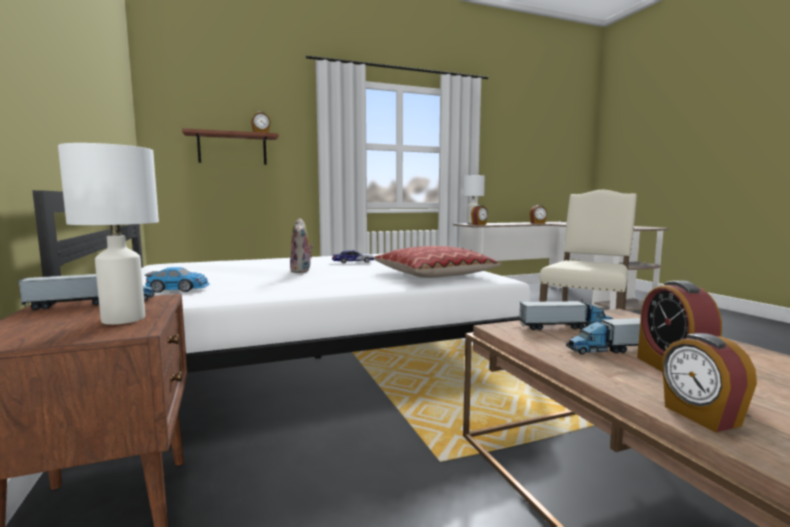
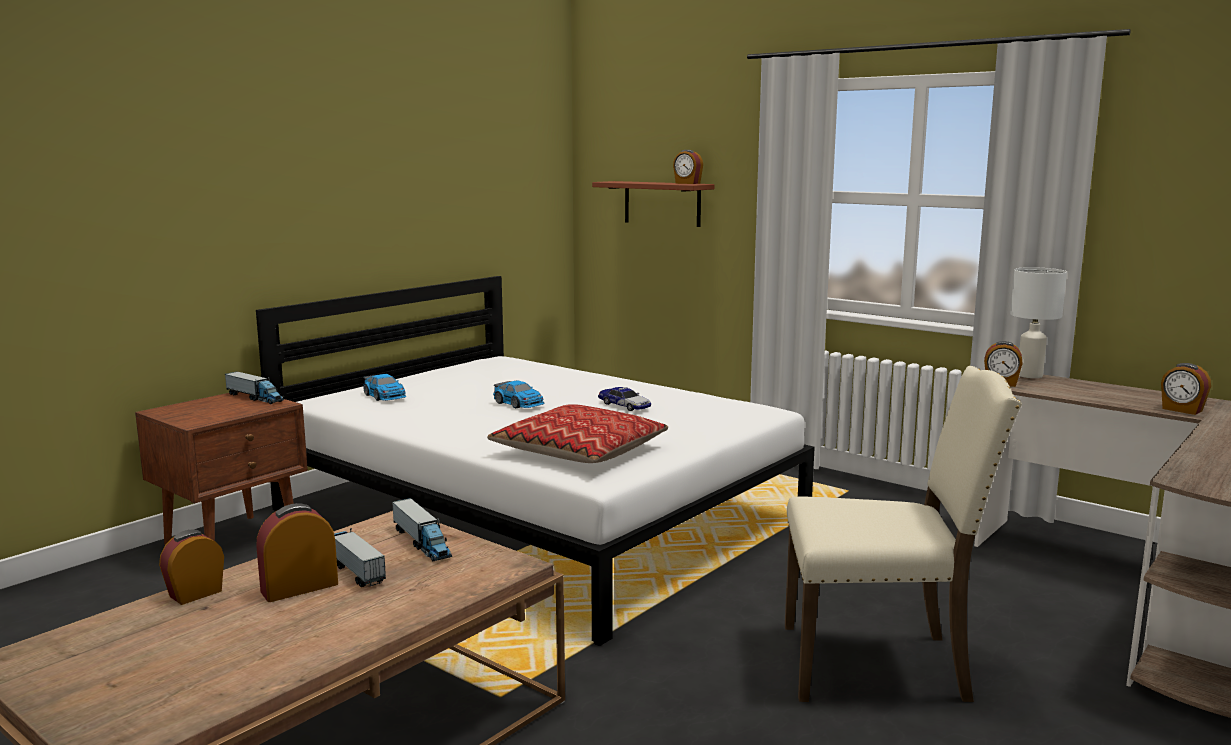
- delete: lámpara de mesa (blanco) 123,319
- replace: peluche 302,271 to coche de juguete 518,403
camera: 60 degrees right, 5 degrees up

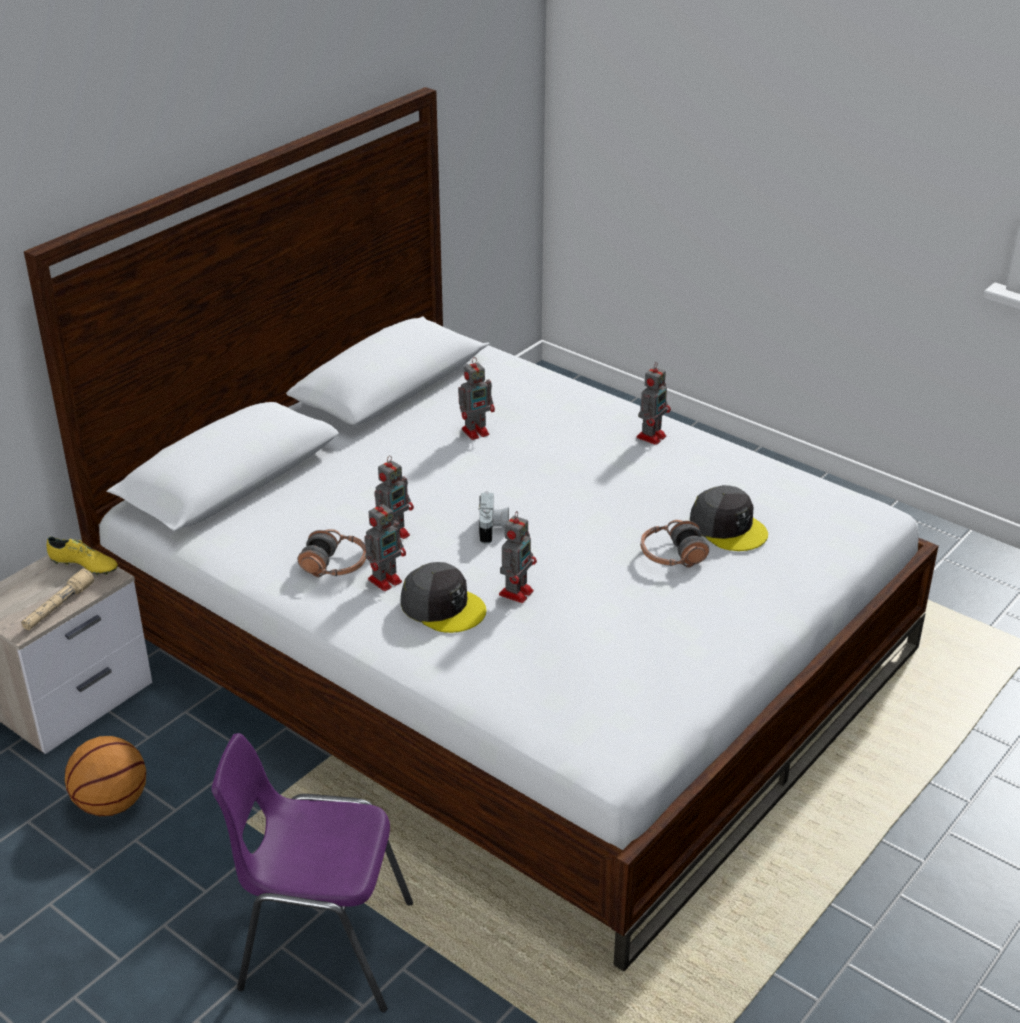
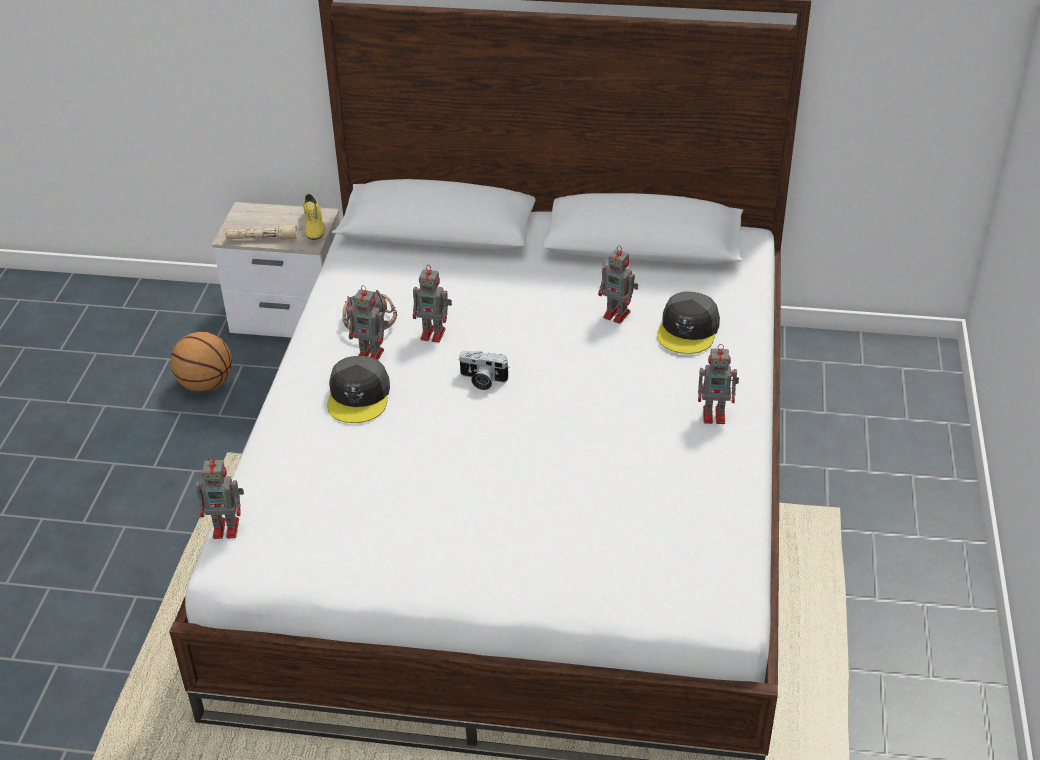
- delete: silla (morado) 322,946
- delete: auriculares 672,556
- move: robot de juguete 517,592 to 227,528
- move: gorra (gris) 728,527 to 688,330
- rotate: cámara 493,529 = 482,380 45 degrees clockwise
camera: 60 degrees right, 5 degrees up

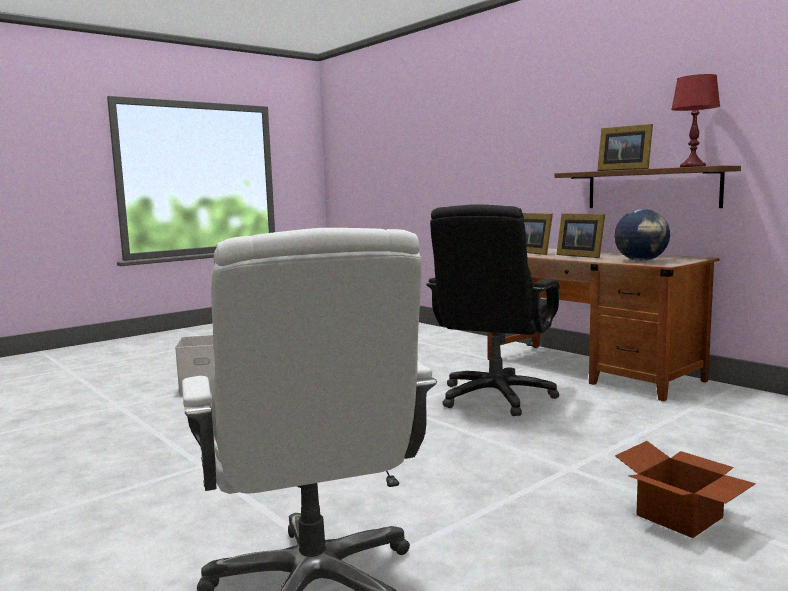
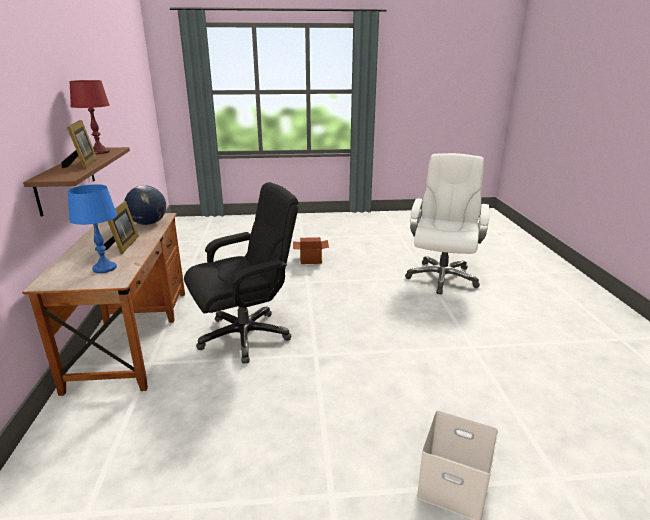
- replace: portarretratos 533,252 to lámpara de mesa (azul) 104,268
camera: 145 degrees left, 15 degrees up

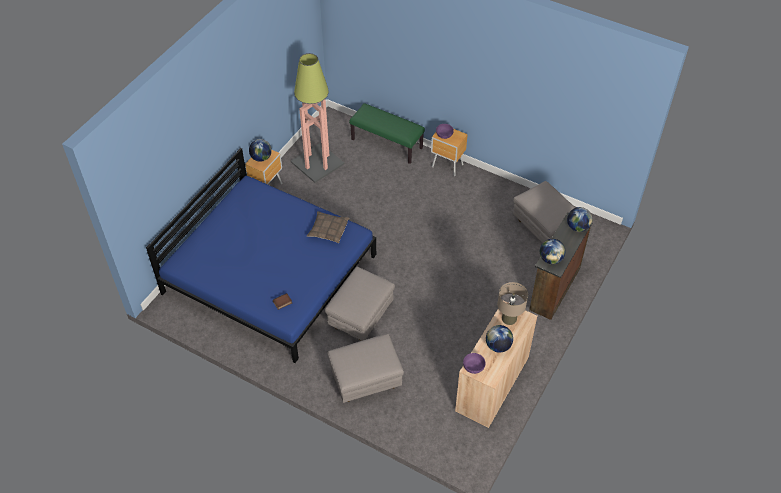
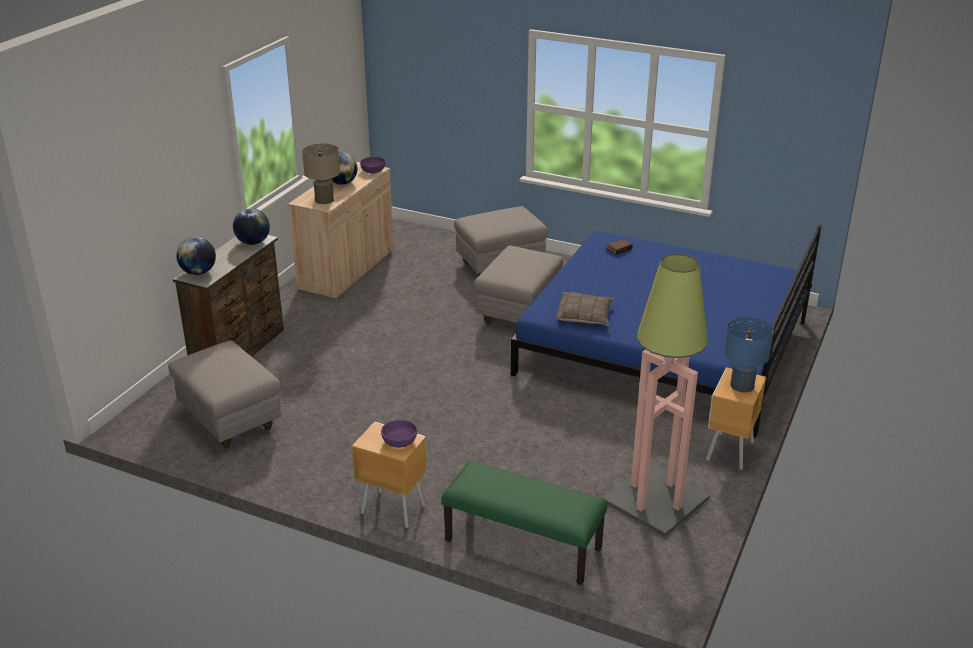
- replace: globo terráqueo 261,158 to lámpara de mesa (azul) 742,385
camera: 175 degrees right, 20 degrees down

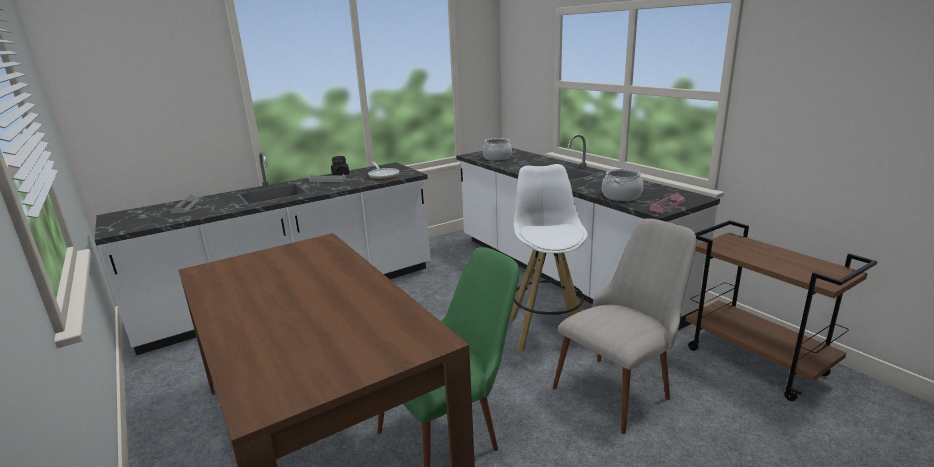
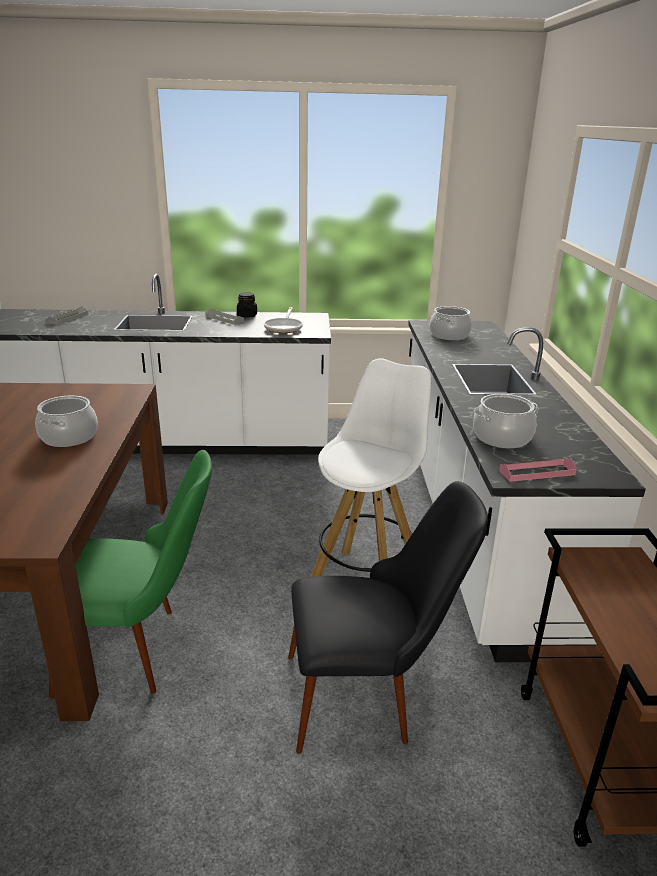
- insert: olla 69,437
- recolor: silla (beis) 621,385 to silla (negro) 370,694
camera: 30 degrees right, 5 degrees up

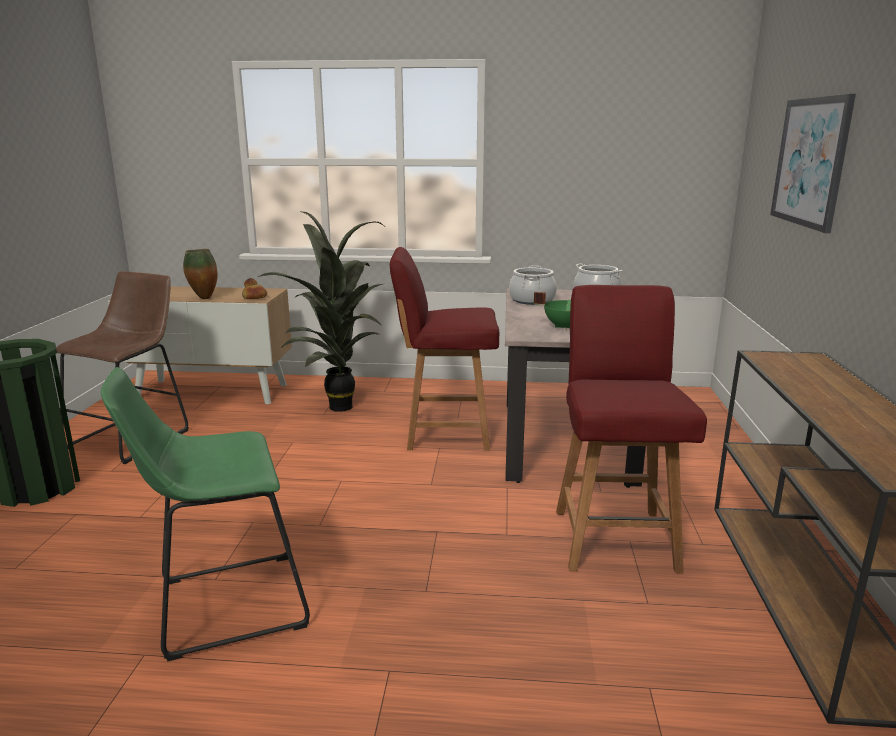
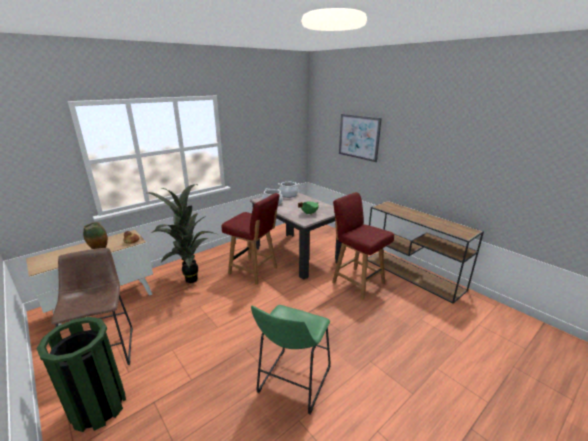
- rotate: silla (rojo) 445,433 = 254,271 105 degrees counterclockwise
camera: 45 degrees left, 5 degrees up

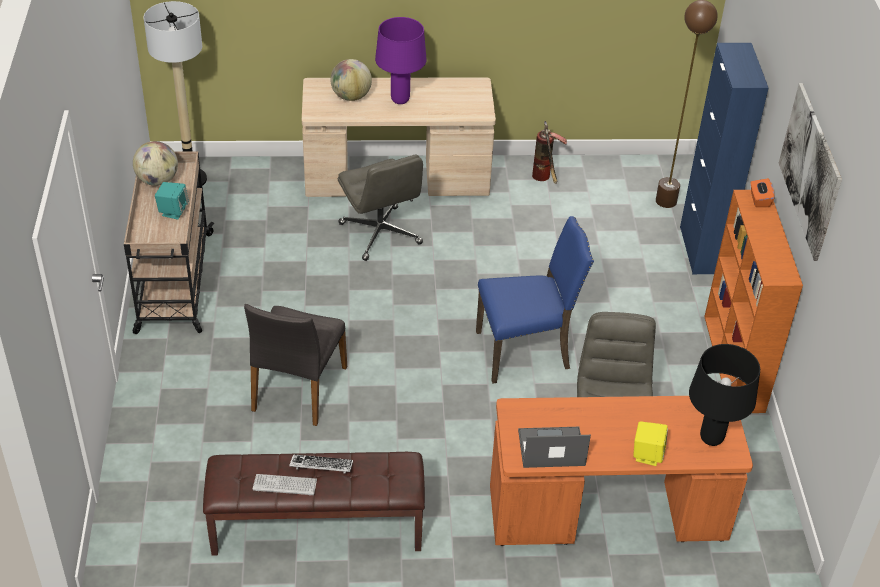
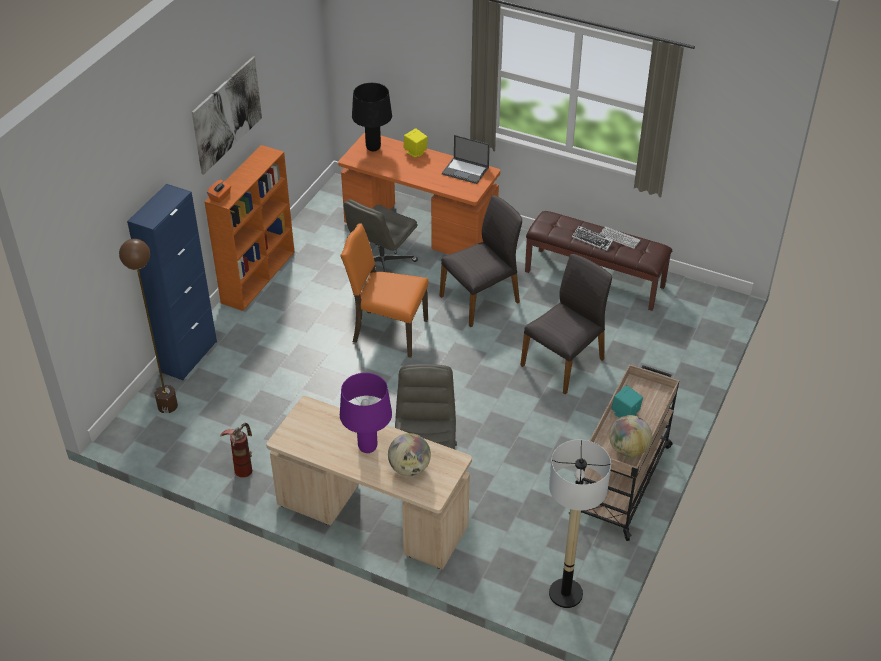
- insert: silla (gris) 481,299
- recolor: silla (azul) 525,351 to silla (naranja) 388,331
camera: 150 degrees left, 0 degrees up

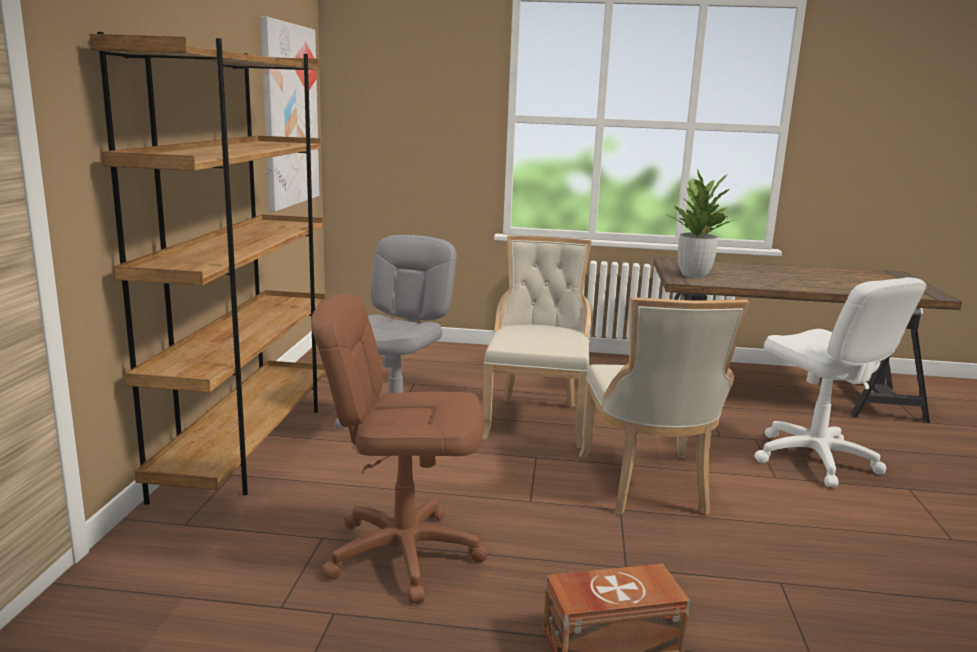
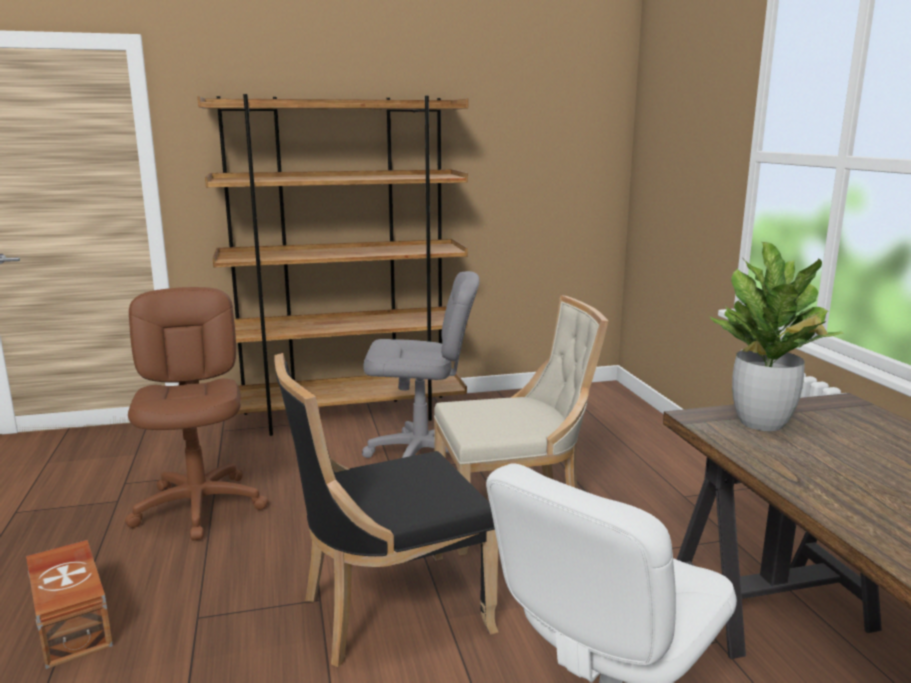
- delete: cuadro 289,116
- recolor: silla (beis) 647,486 to silla (negro) 387,612
camera: 70 degrees right, 0 degrees up

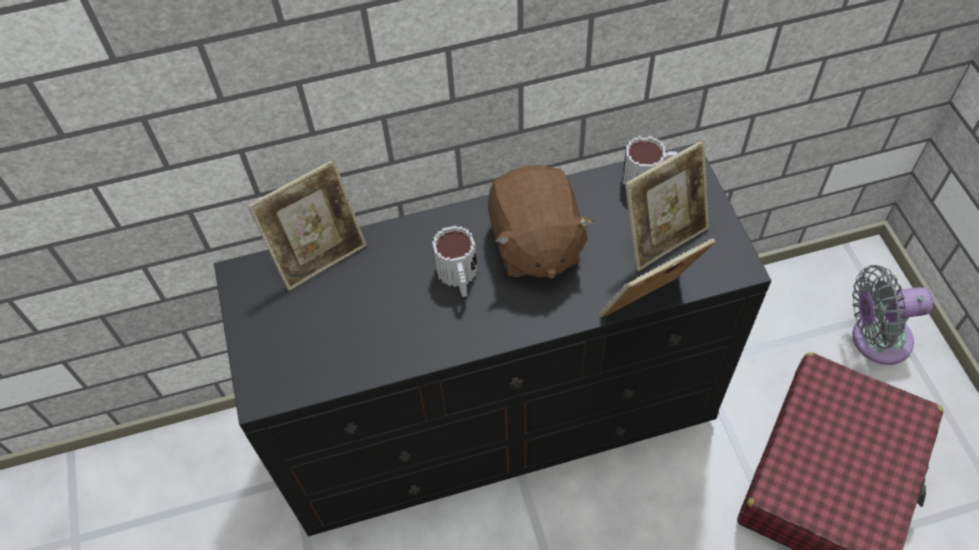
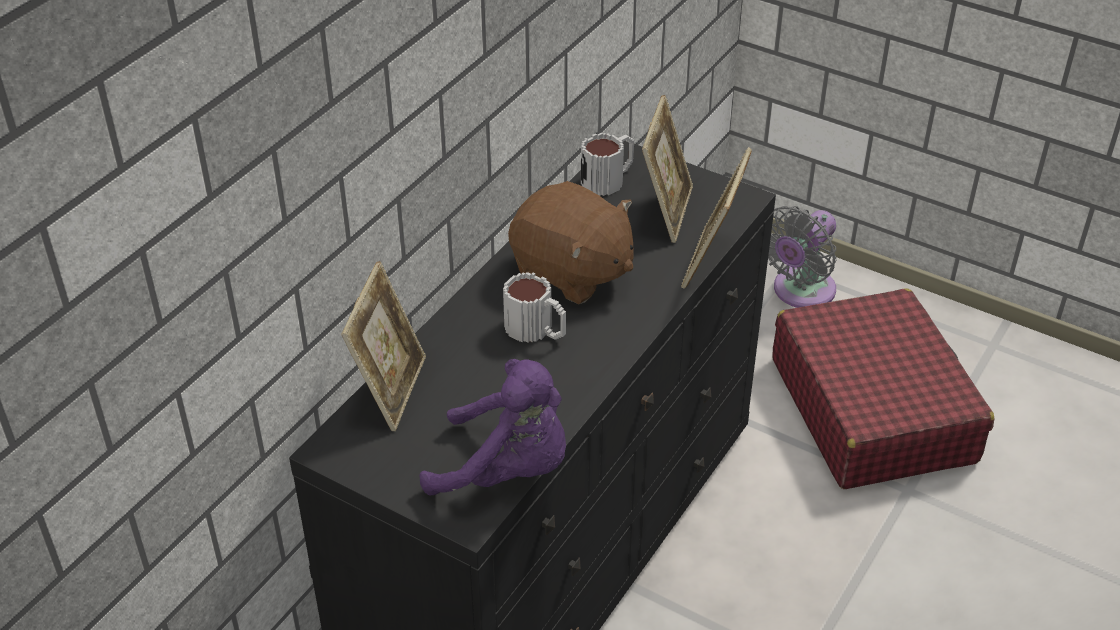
- insert: peluche (morado) 507,470
camera: 45 degrees left, 15 degrees down

